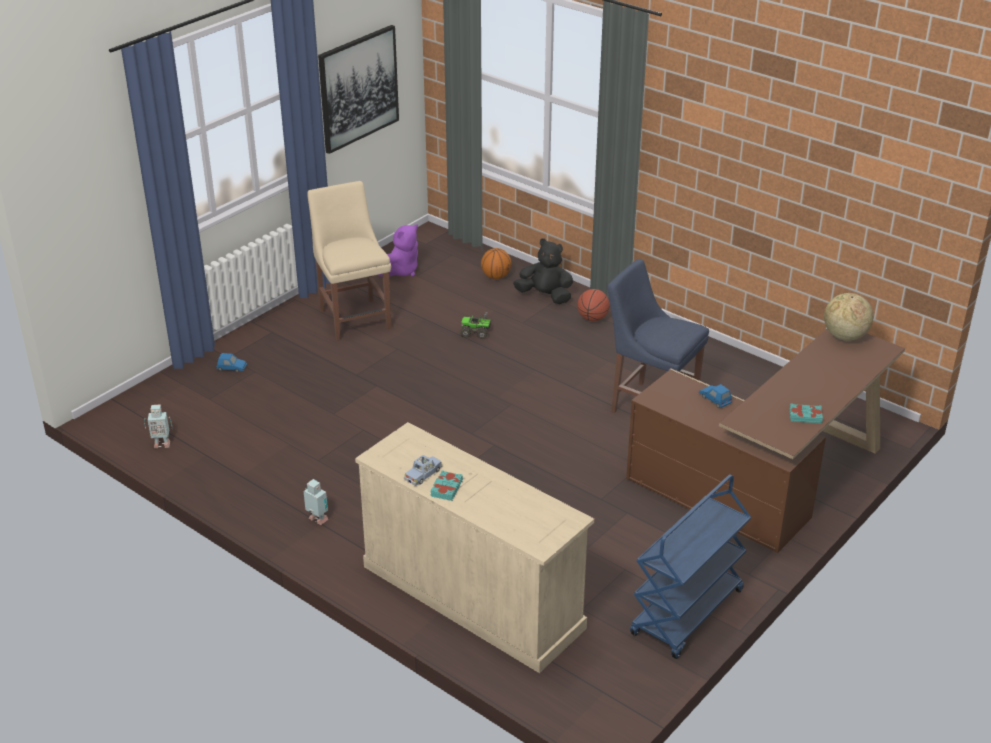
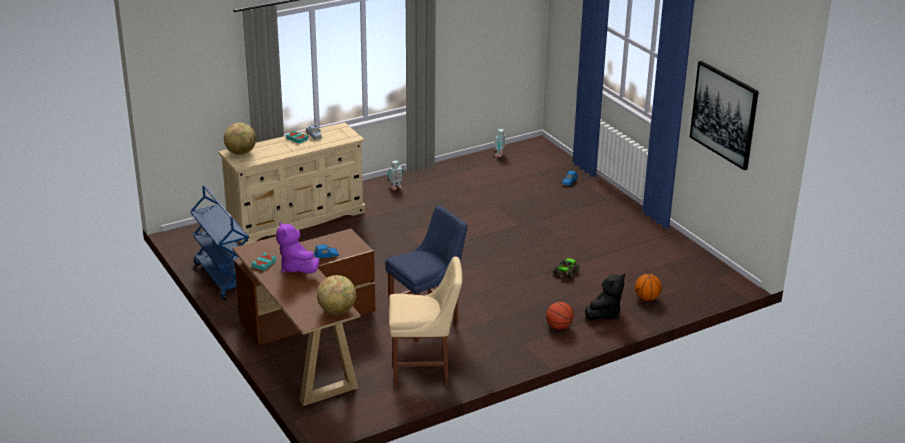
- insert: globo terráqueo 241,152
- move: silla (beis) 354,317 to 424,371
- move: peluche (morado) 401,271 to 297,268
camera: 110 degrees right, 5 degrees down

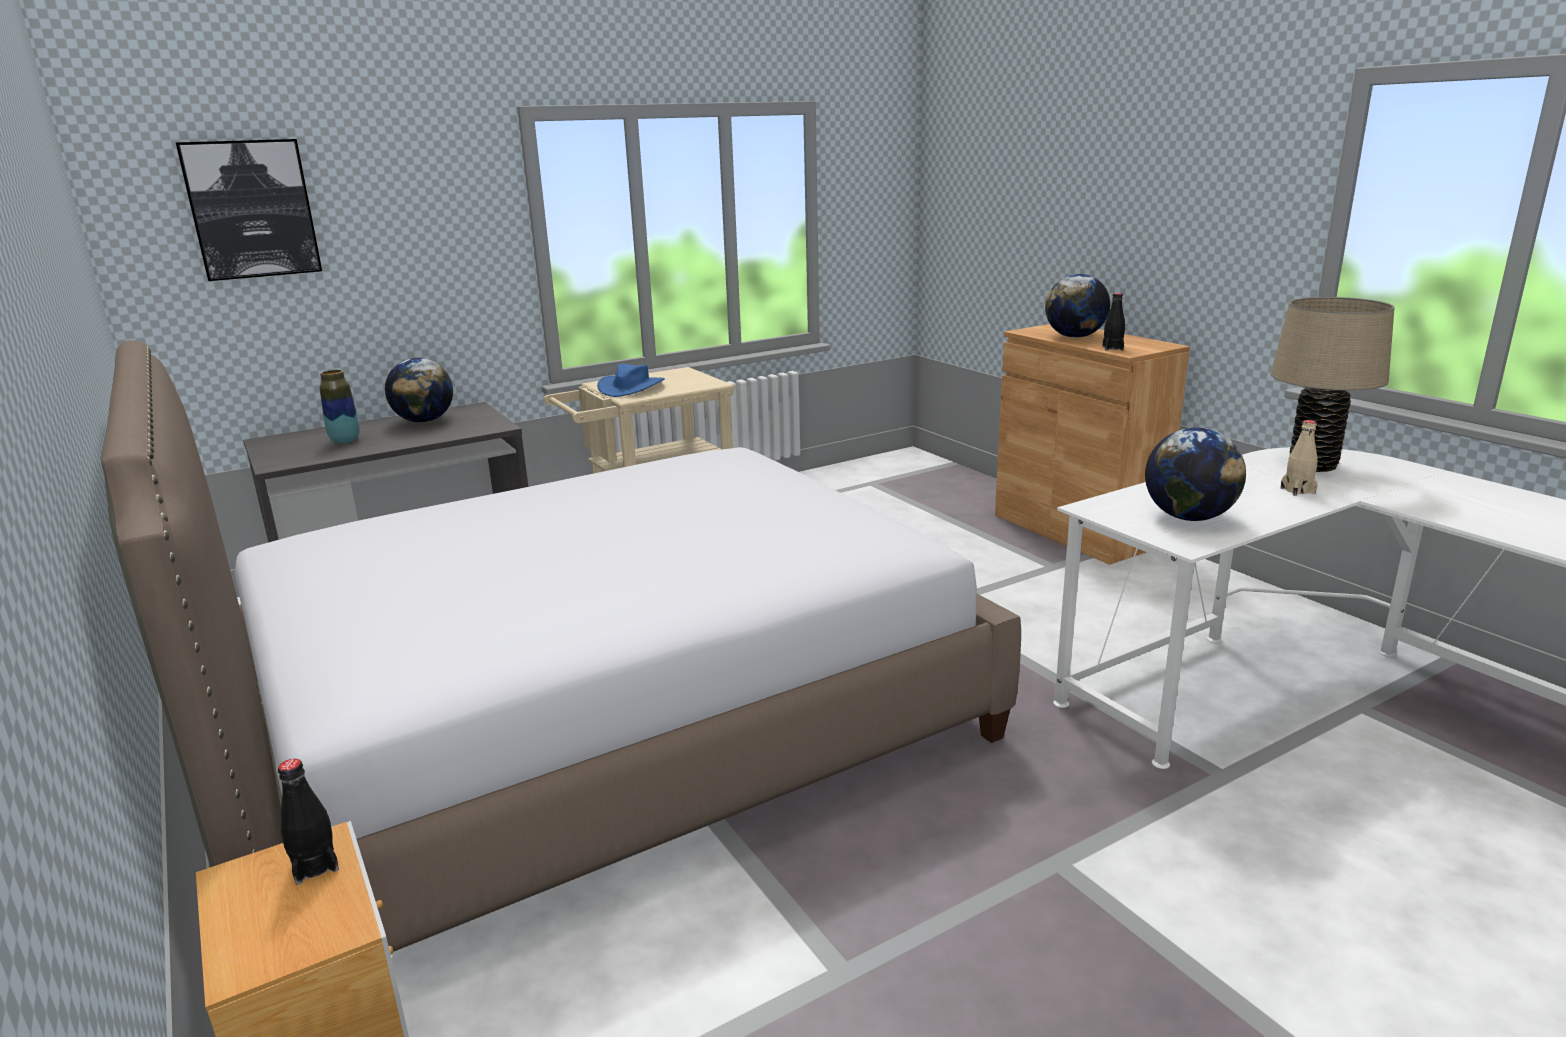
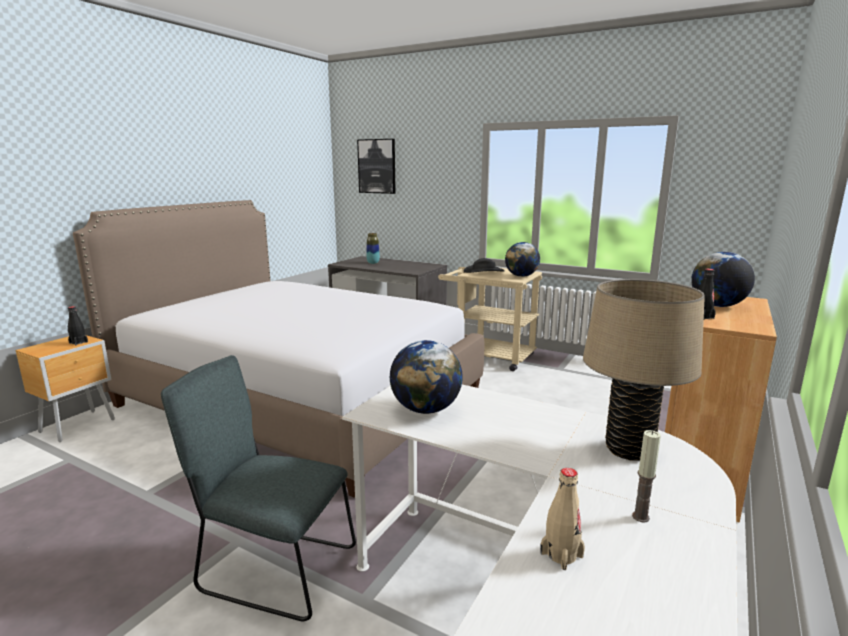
- insert: silla (gris) 272,568
- insert: vela 640,517
- move: globo terráqueo 424,421 to 521,276
- move: botella (beis) 1297,491 to 561,554
- recolor: sombrero (azul) 631,387 to sombrero (negro) 484,271
camera: 60 degrees right, 5 degrees down

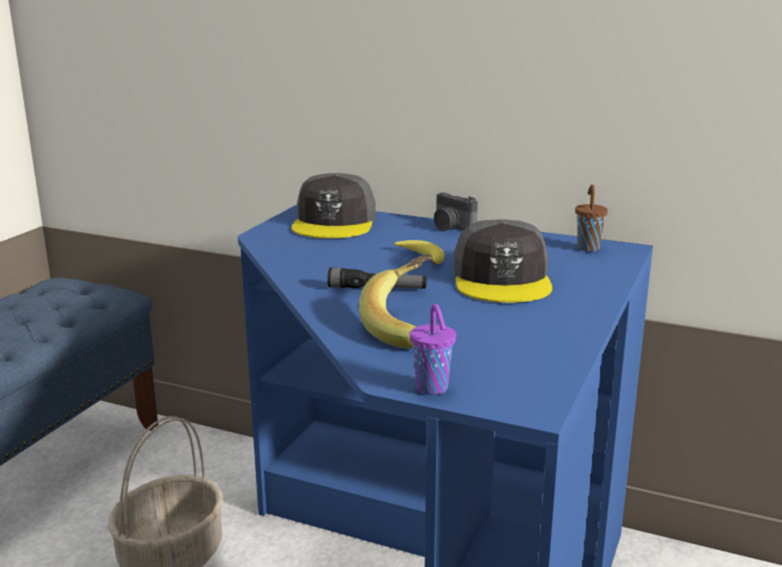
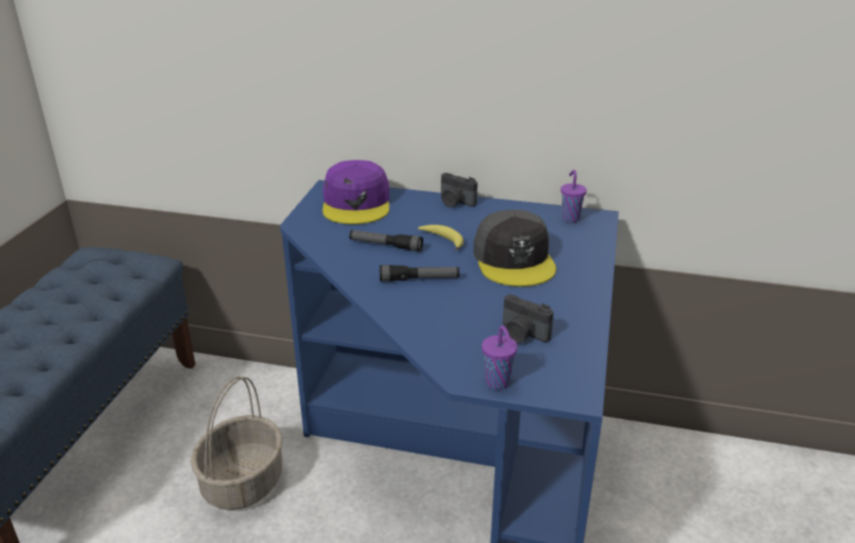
- delete: plátano 410,326
- insert: linterna 385,246
- insert: cámara 522,334
- recolor: gorra (gris) 335,222 to gorra (morado) 357,204
- recolor: taza (marrón) 587,248 to taza (morado) 570,218
camera: 10 degrees left, 10 degrees up

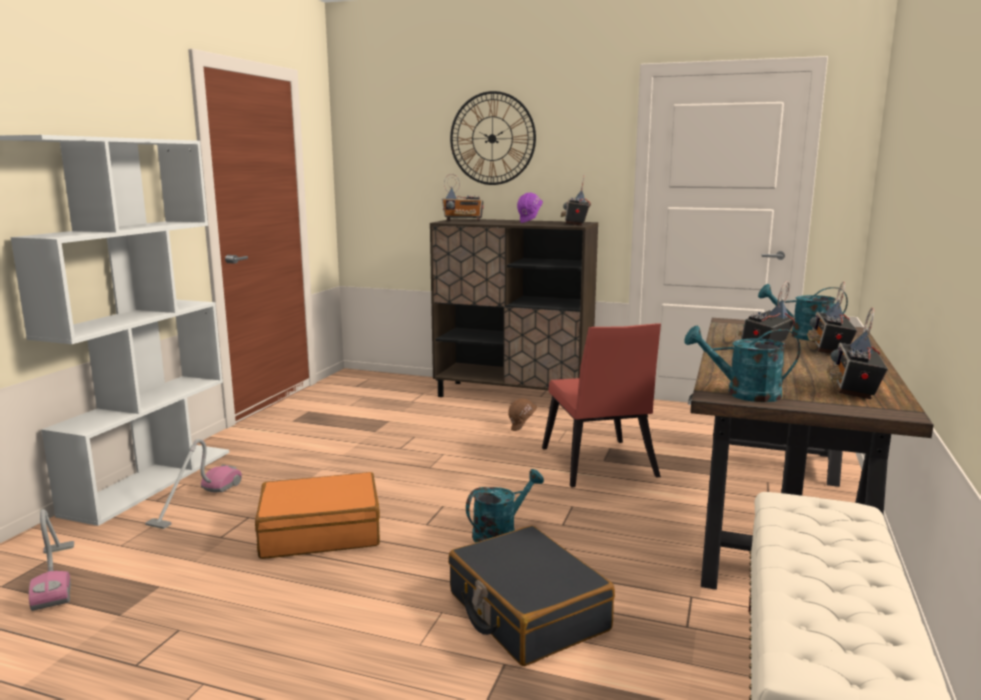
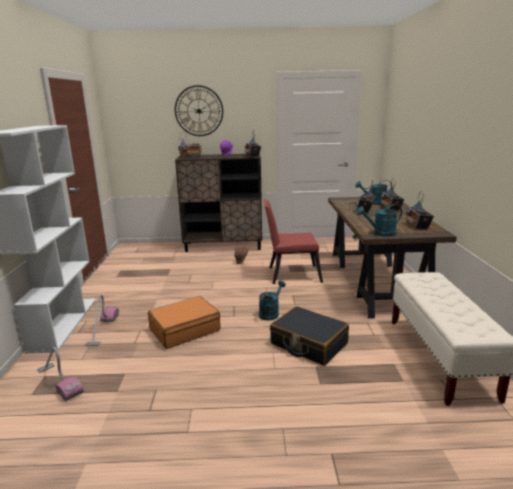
- rotate: silla (rojo) 599,466 = 290,274 120 degrees clockwise
camera: 20 degrees left, 5 degrees up

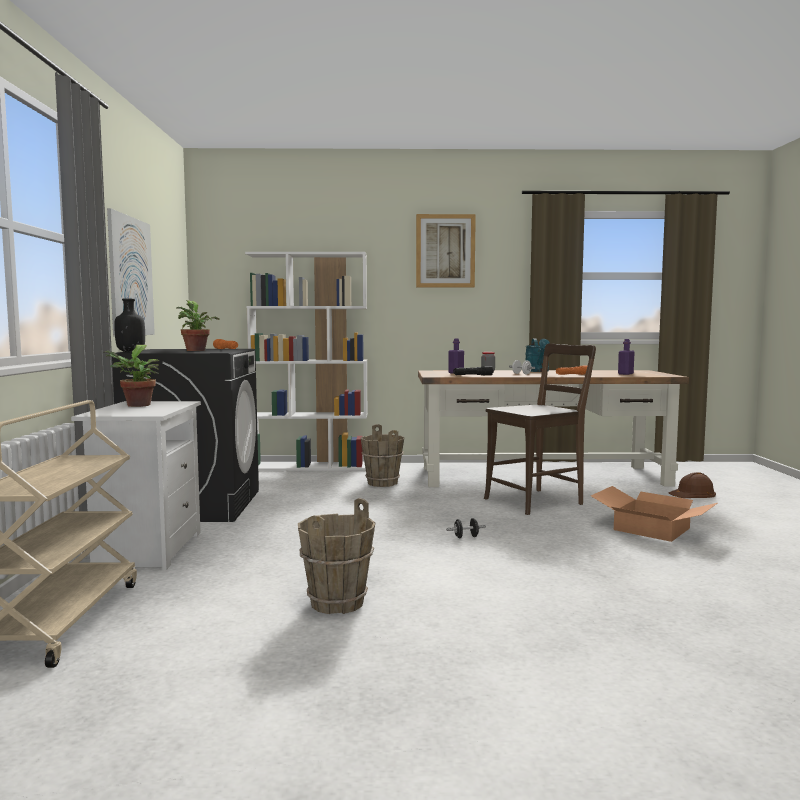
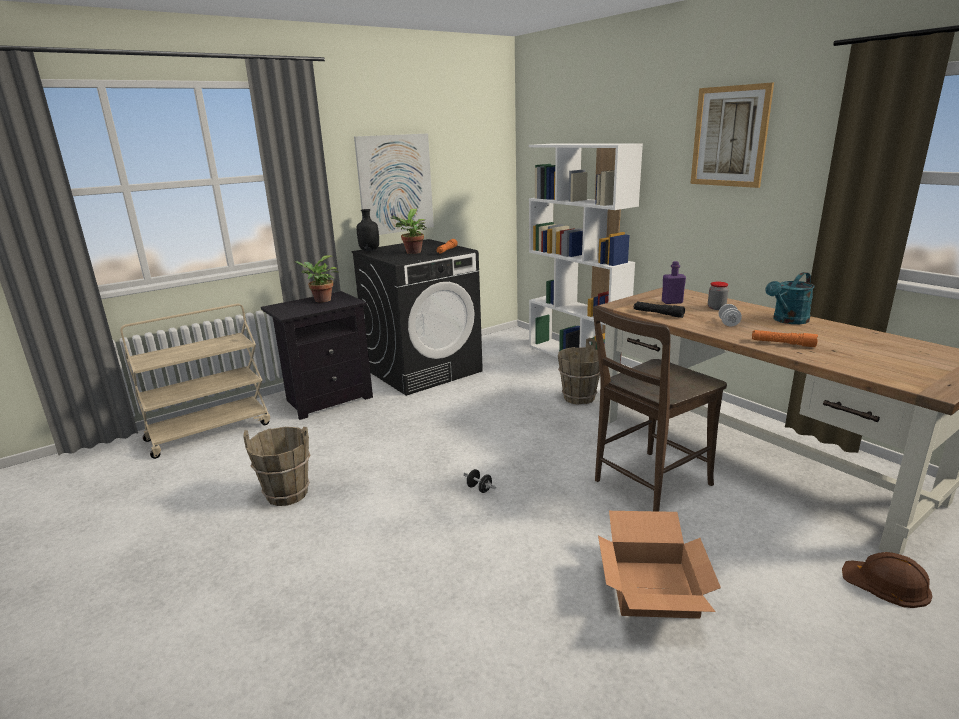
- delete: botella (morado) 625,374
- recolor: mesita de noche (blanco) 147,549 to mesita de noche (negro) 327,399
- rotate: silla (marrón) 537,501 = 648,484 120 degrees clockwise
camera: 55 degrees right, 15 degrees up

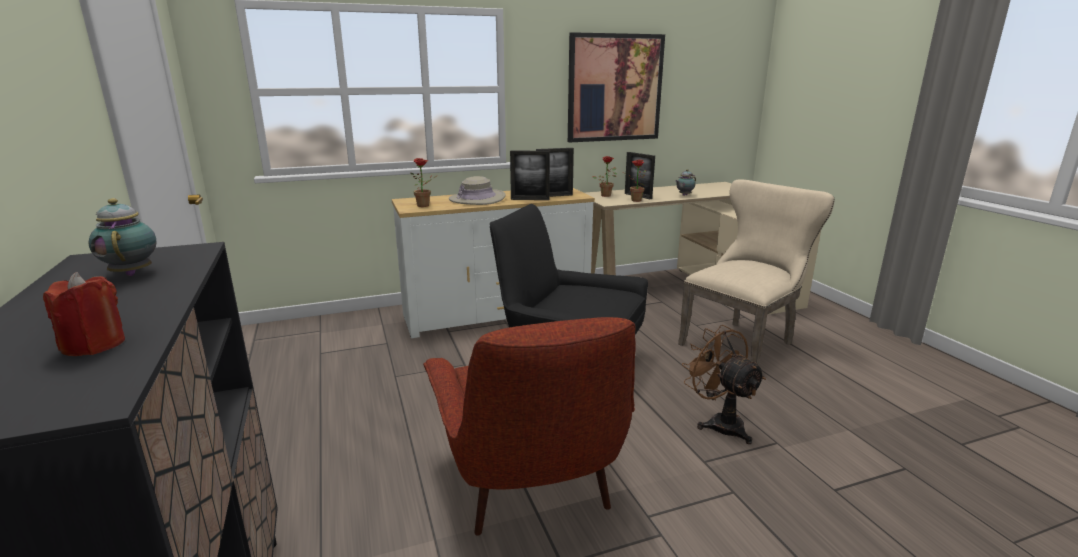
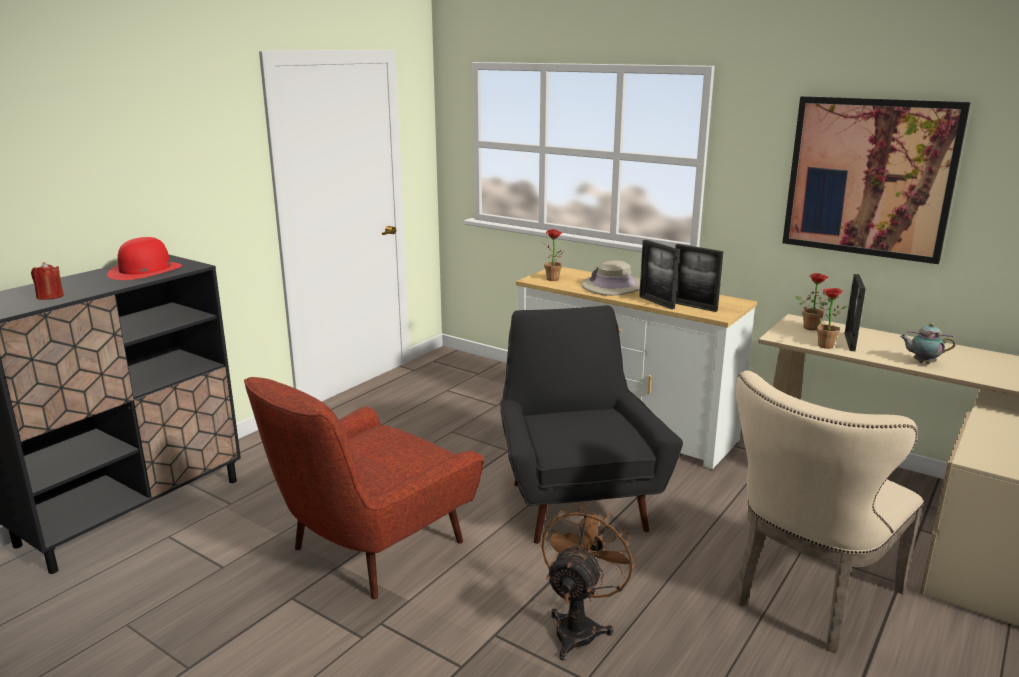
- replace: tetera 133,273 to sombrero (rojo) 145,270
- rotate: silla (beis) 742,343 = 809,599 120 degrees clockwise
camera: 55 degrees right, 0 degrees up

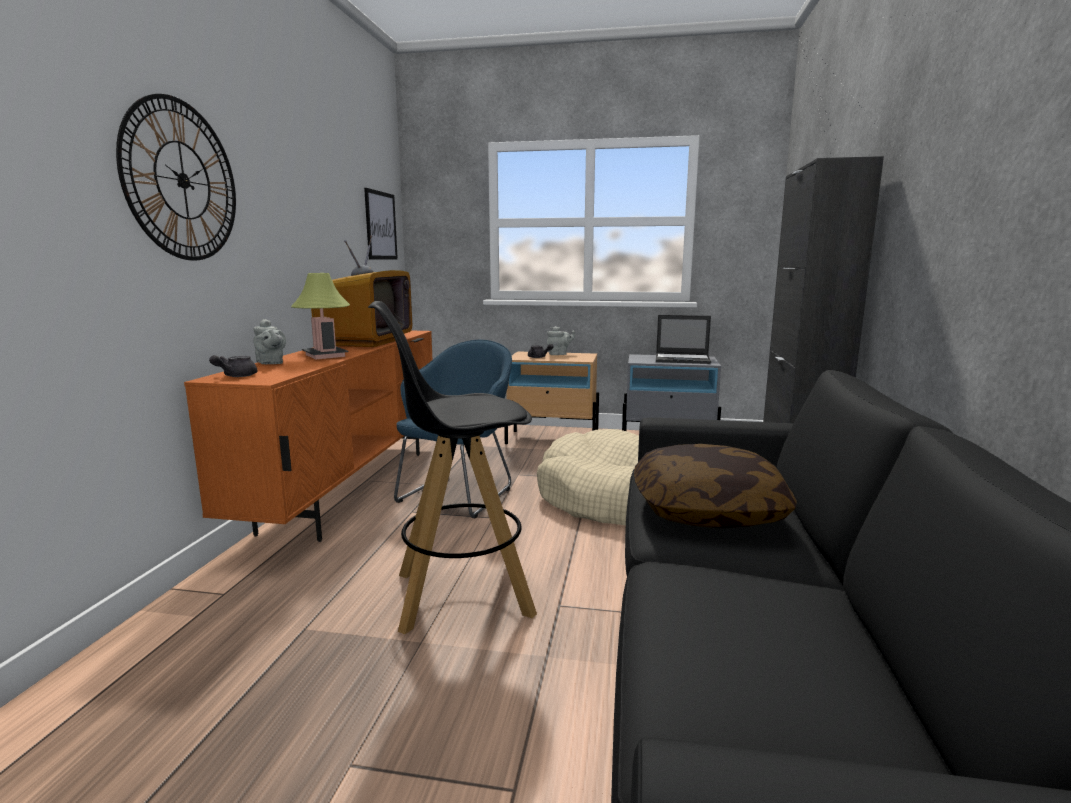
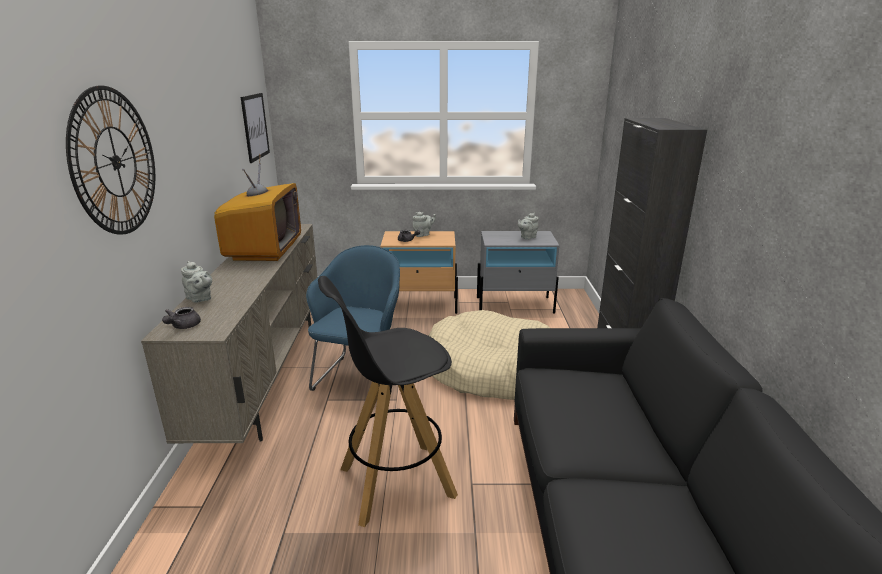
- delete: lámpara de mesa 325,355
- delete: cojín 707,510
- replace: portátil 683,359 to tetera (gris) 527,237
- recolor: mueble de televisión (naranja) 351,488 to mueble de televisión (beis) 266,377
camera: 10 degrees left, 10 degrees up

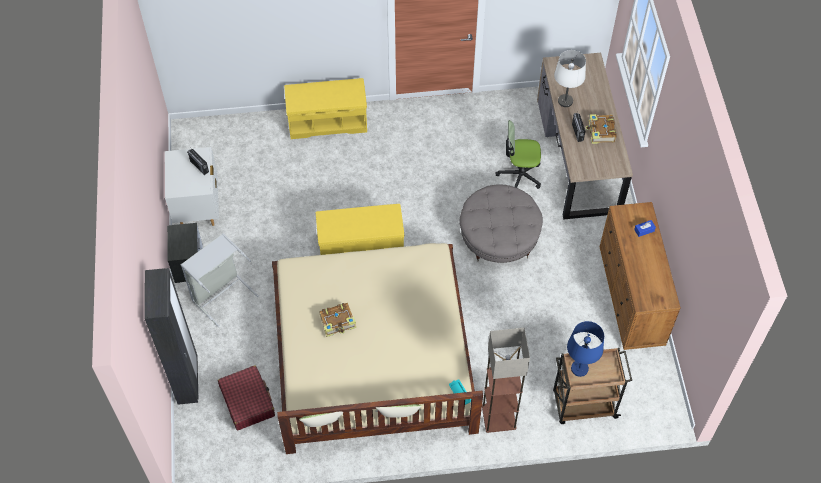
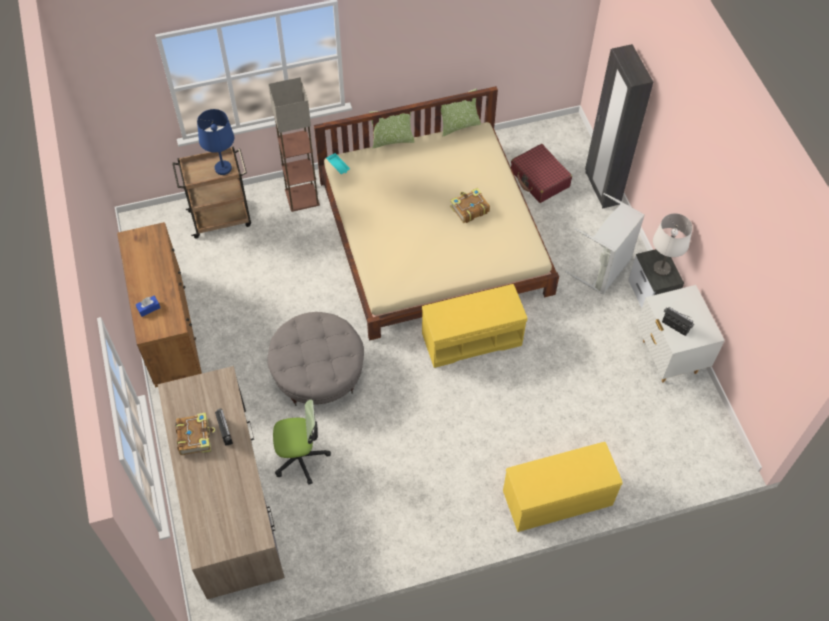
- move: lámpara de mesa (blanco) 565,101 to 661,268
camera: 170 degrees right, 0 degrees up

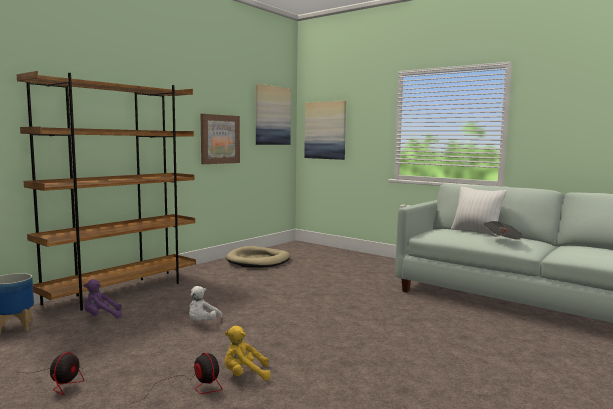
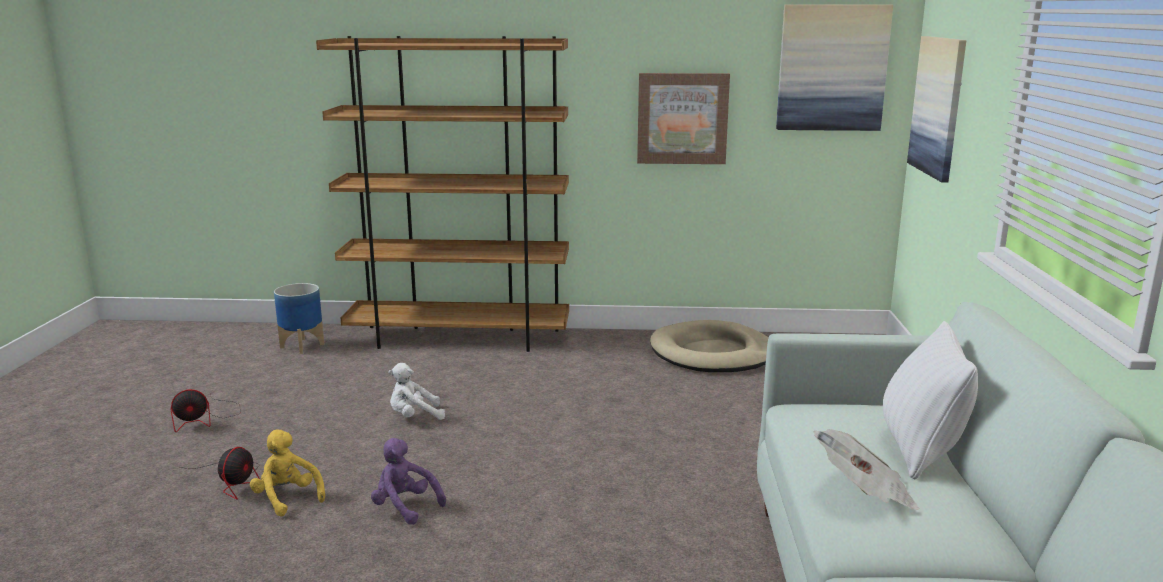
- move: peluche (morado) 101,317 to 405,507
camera: 55 degrees right, 10 degrees up

